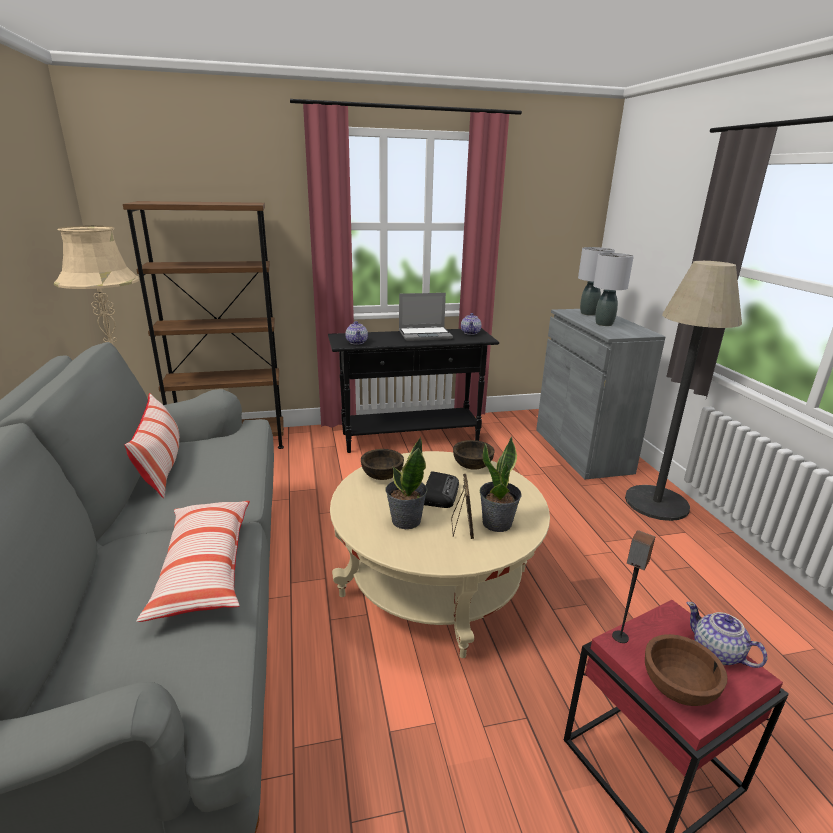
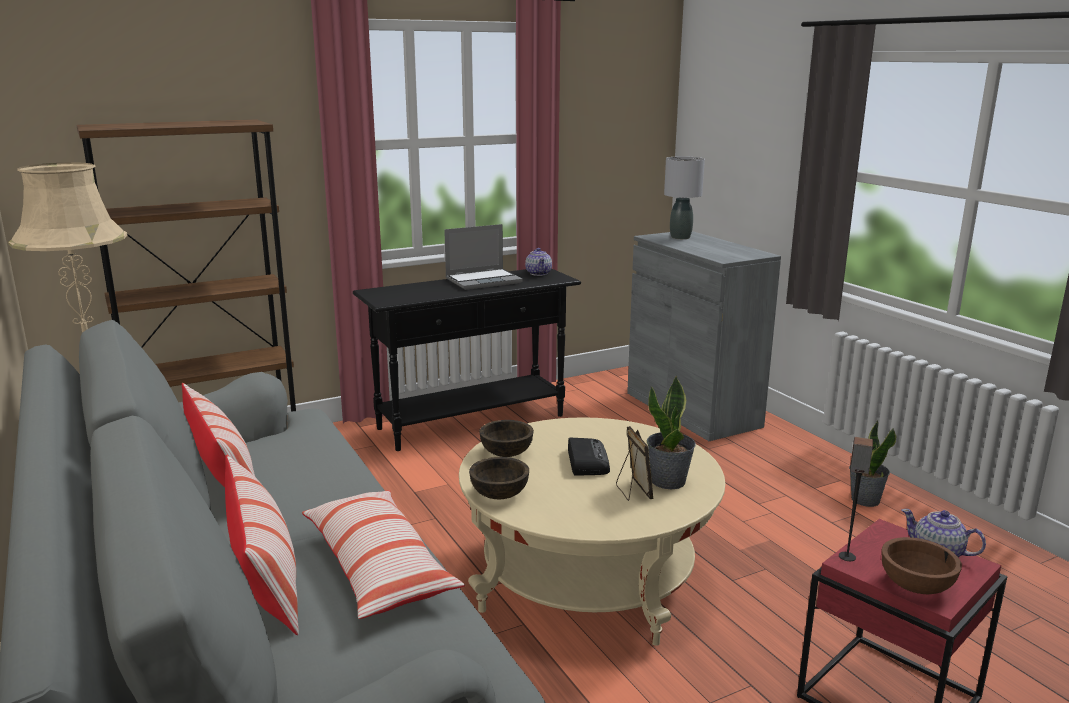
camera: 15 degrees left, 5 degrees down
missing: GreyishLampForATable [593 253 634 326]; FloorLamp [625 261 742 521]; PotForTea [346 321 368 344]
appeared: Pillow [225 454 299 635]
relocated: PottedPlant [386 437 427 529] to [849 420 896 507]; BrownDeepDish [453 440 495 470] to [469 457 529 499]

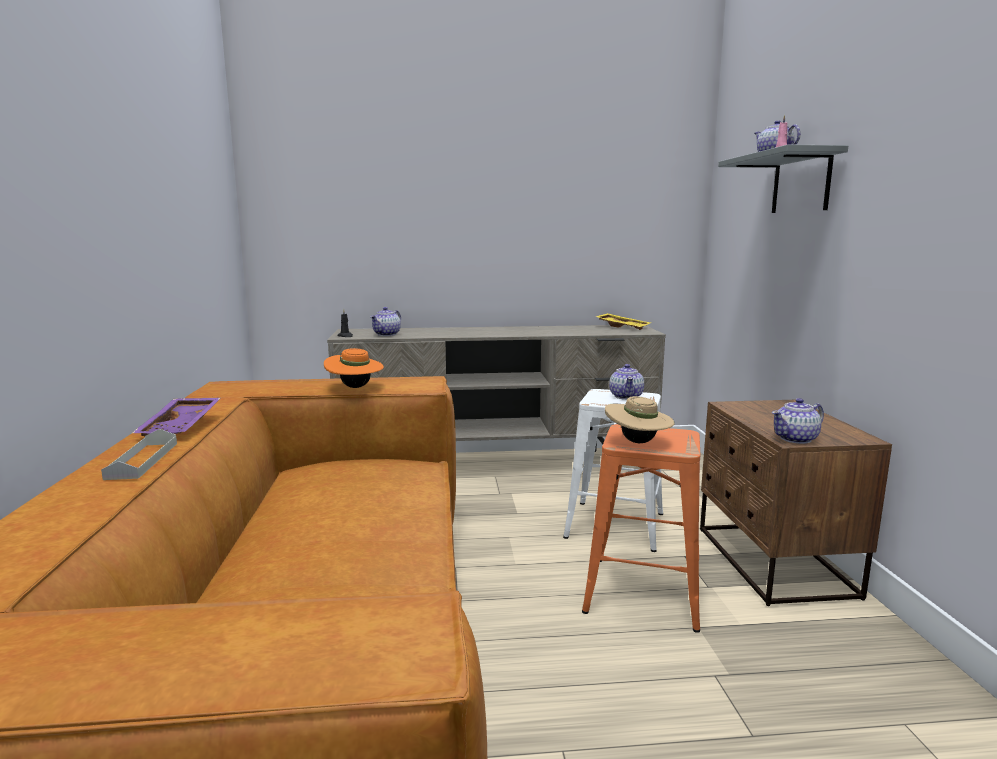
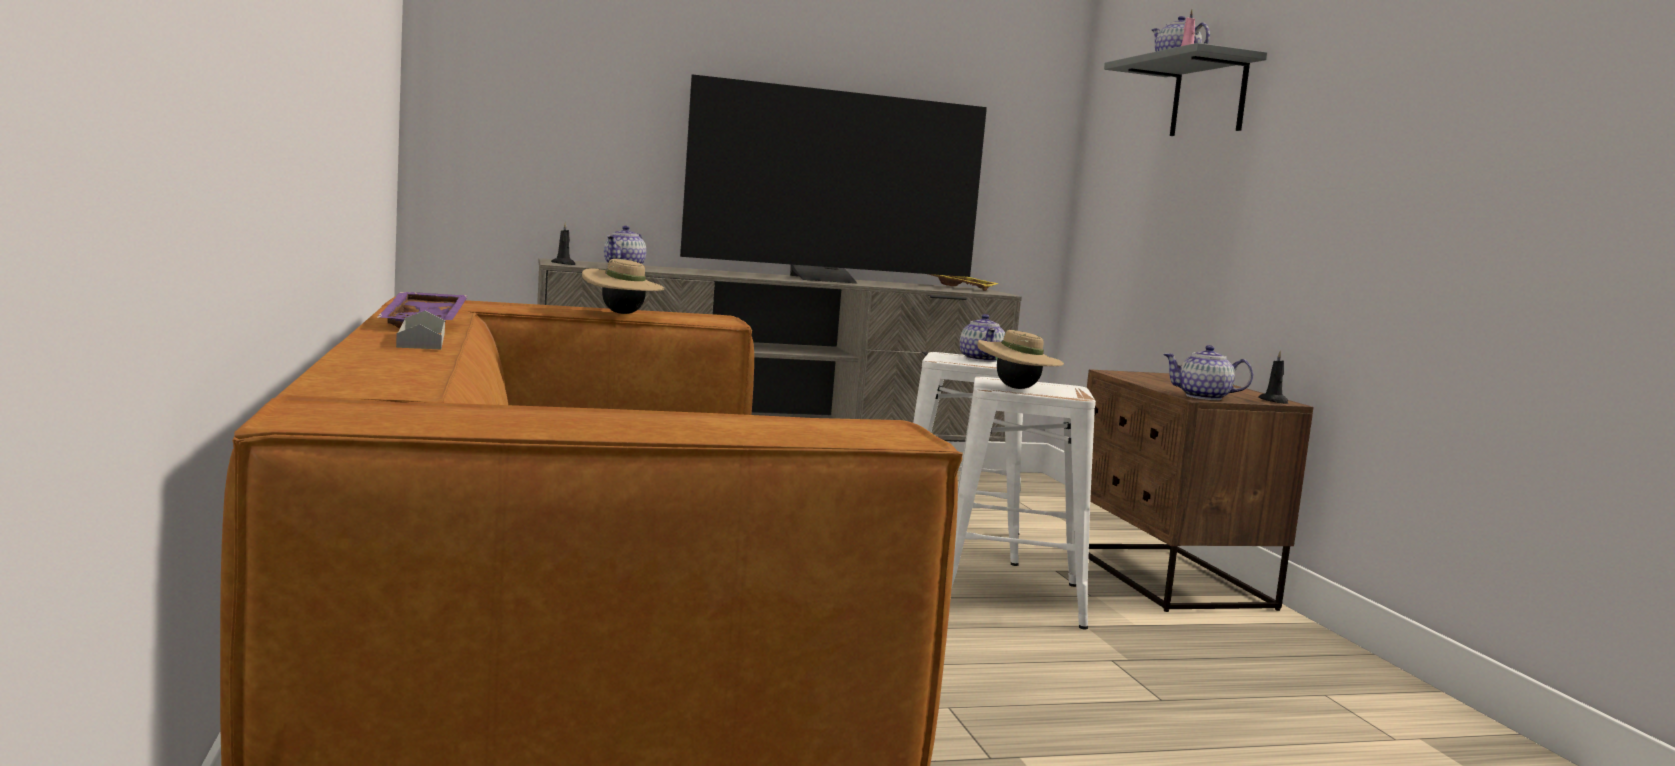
camera: 10 degrees left, 5 degrees down
appeared: Television [680 74 987 283]; BlackCandle [1258 350 1288 404]
colour: OrangeyHat [324 348 384 388] to SandColouredHat [582 259 664 314]; OrangeySittingStool [582 424 700 633] to WhitishSittingStool [951 377 1096 630]
spun: PotForTea [772 398 824 444] = [1163 345 1253 400] 45 degrees clockwise

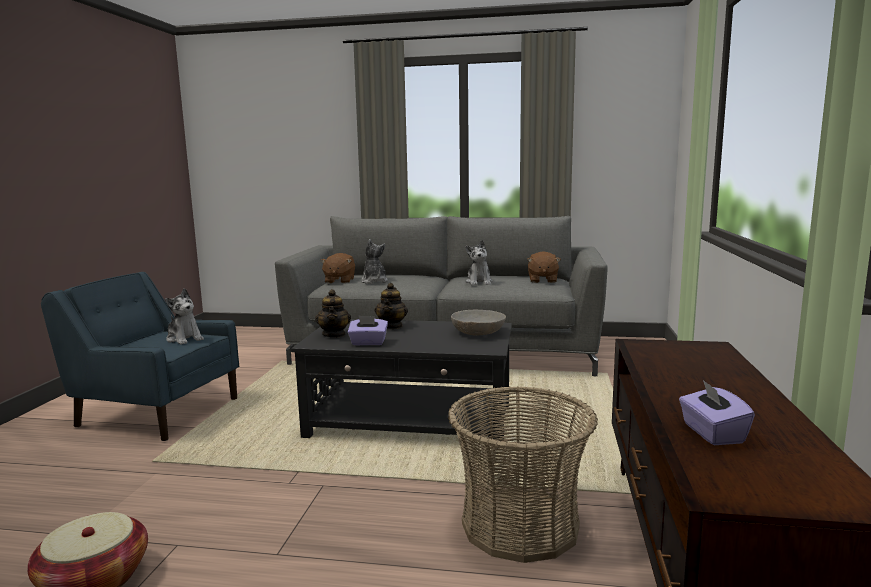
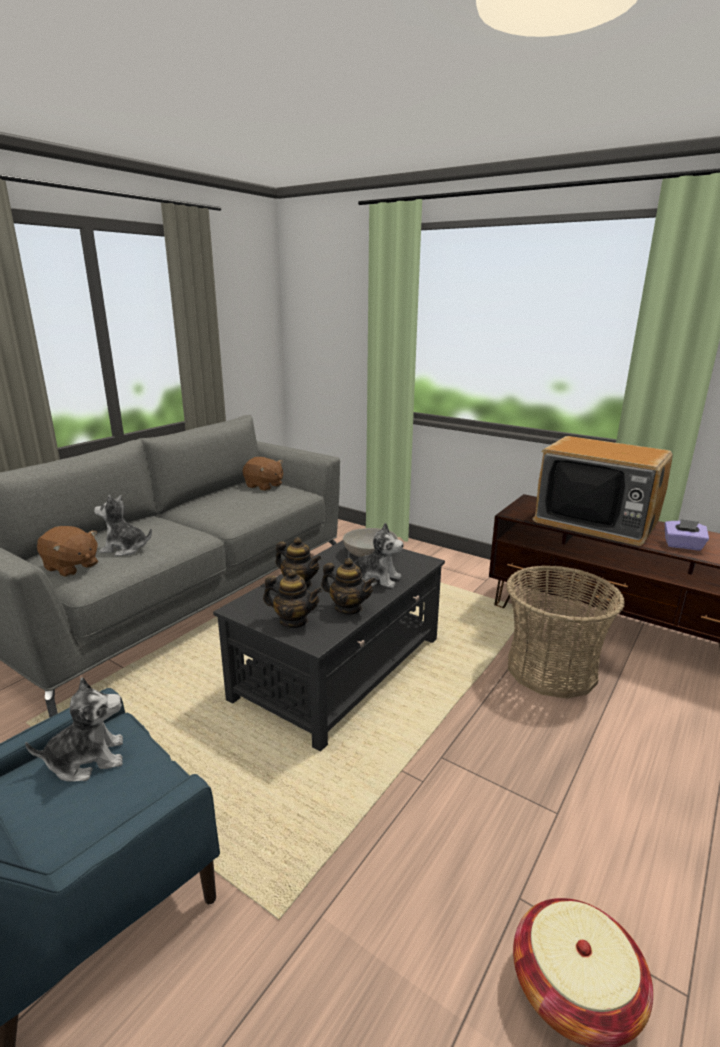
camera: 65 degrees left, 10 degrees up
appeared: Television [532 436 673 546]
relocated: PlushToy [465 240 493 285] to [348 522 404 588]
exchanged: PurplishTissueBox [348 315 388 345] to PotForTea [321 558 376 615]

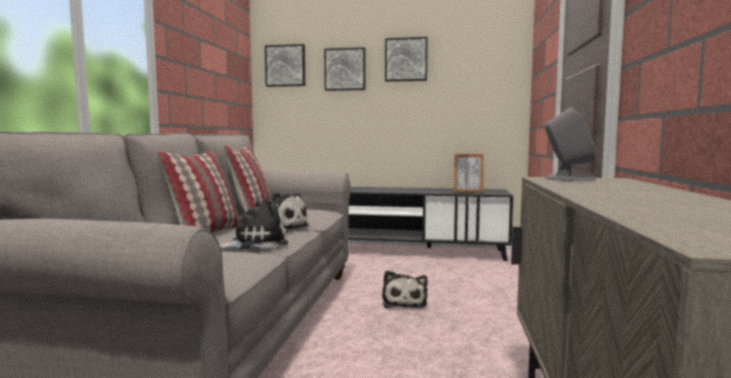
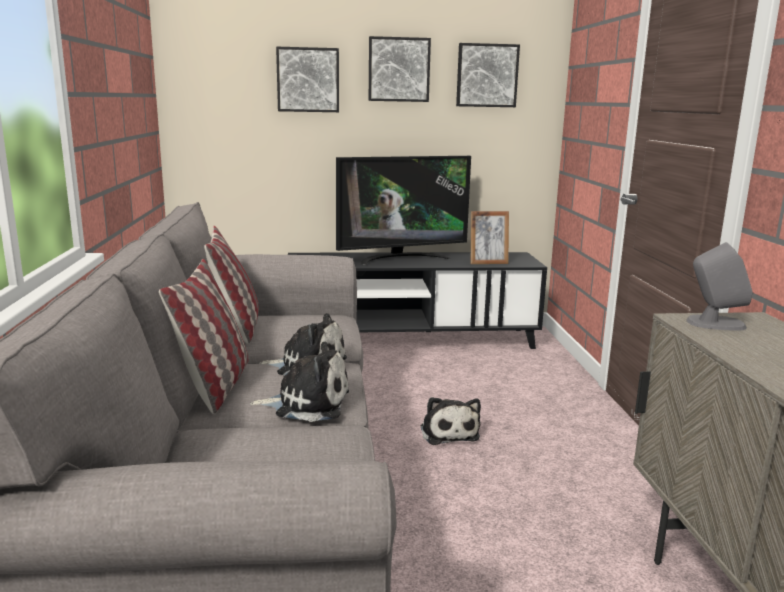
camera: 15 degrees left, 10 degrees up
appeared: Television [336 156 471 265]
relocated: WallPicture [265 44 305 87] to [456 43 520 107]
spun: PlushToy [220 200 288 249] = [250 342 349 422] 45 degrees clockwise

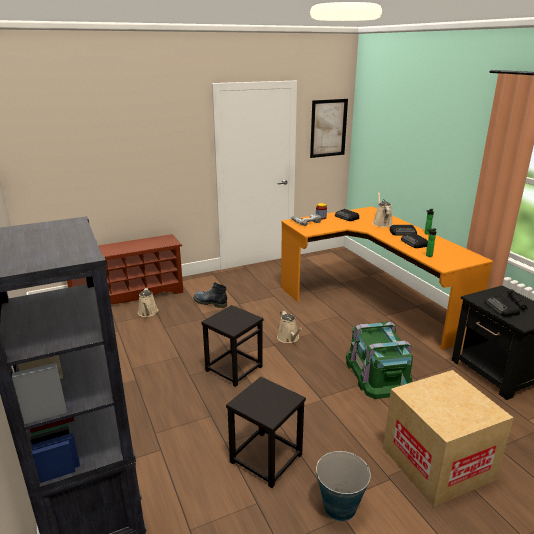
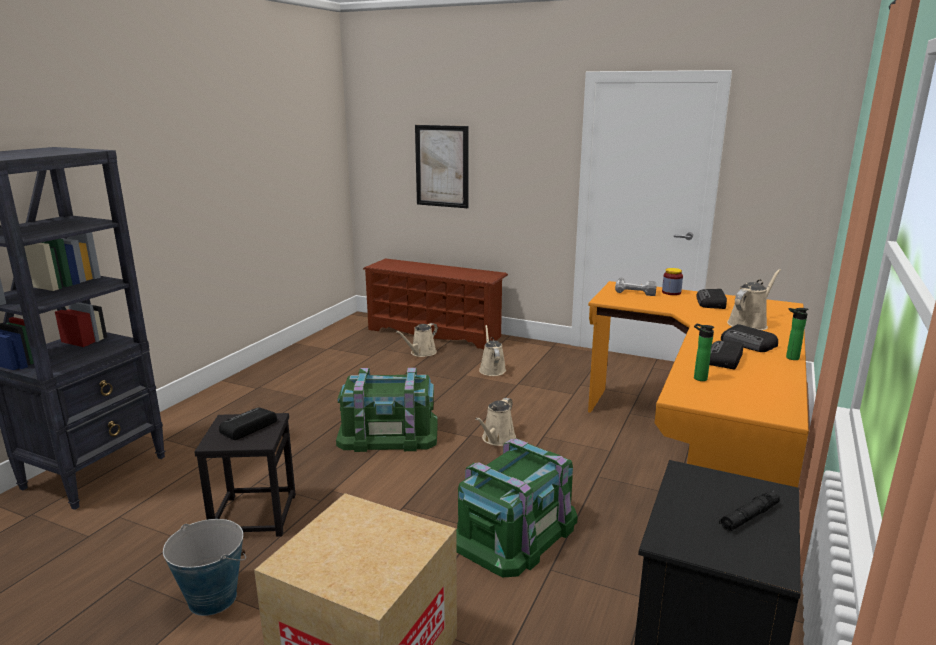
camera: 50 degrees right, 5 degrees down
relocated: WallPicture [310 99 348 158] to [415 125 468 208]; Radio [485 295 520 317] to [219 408 277 440]
exchanged: TallBoot [193 283 227 308] to SandColouredWateringCan [479 325 506 376]; BlackSittingStool [201 305 263 387] to GreenishStorageBin [336 368 438 452]

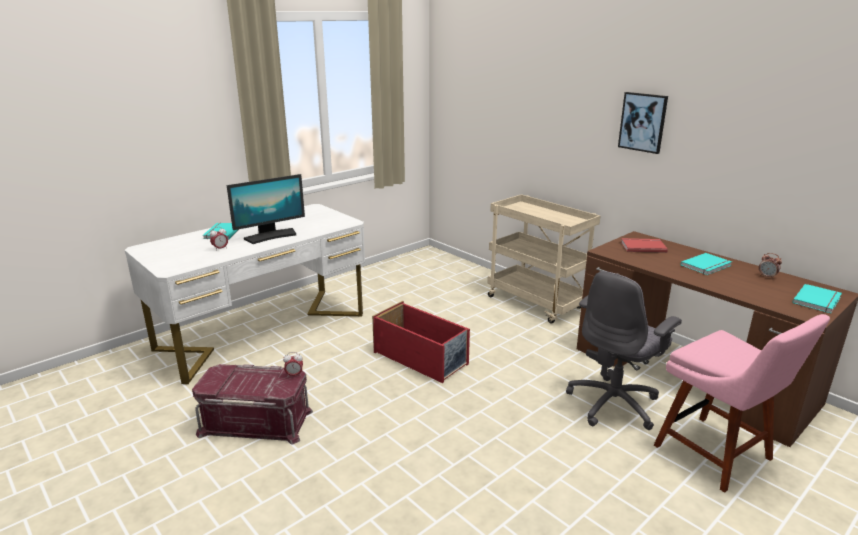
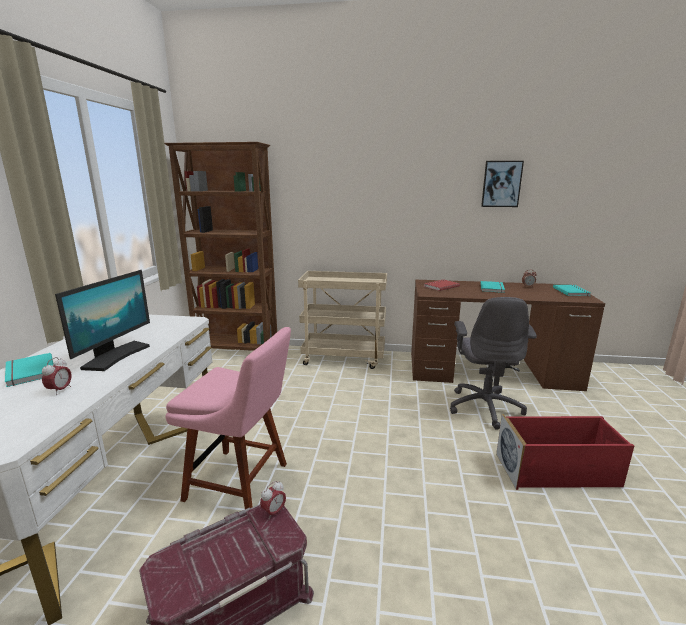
camera: 40 degrees left, 5 degrees down
appeared: BrownShelvingUnit [165 142 277 351]
relocated: WallPicture [618 92 668 154] to [481 161 524 207]; ReddishStorageBin [372 301 470 383] to [496 414 634 490]; PinkColouredChair [654 314 830 493] to [165 327 291 509]

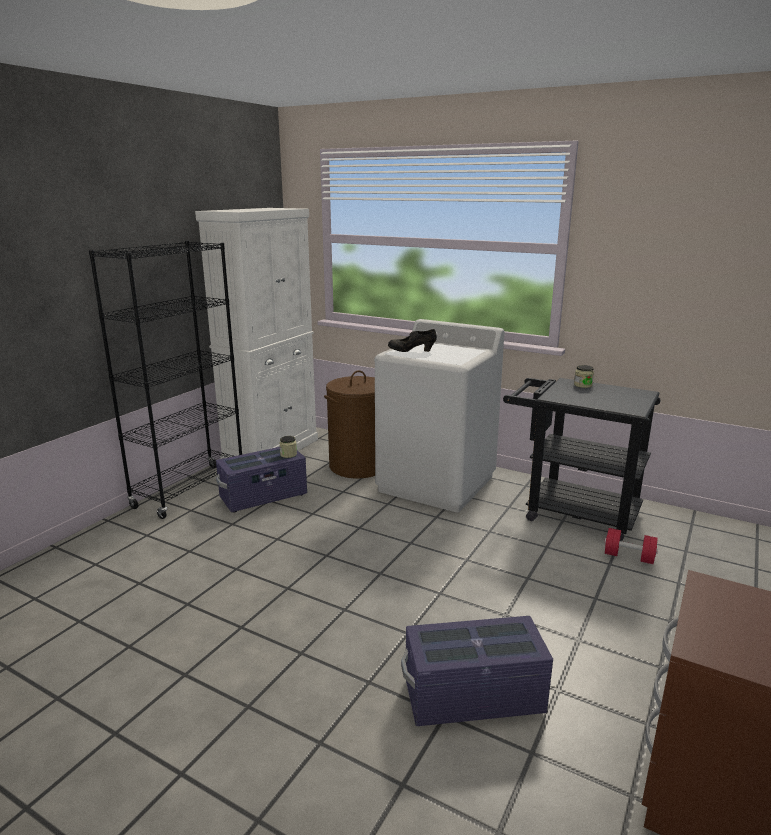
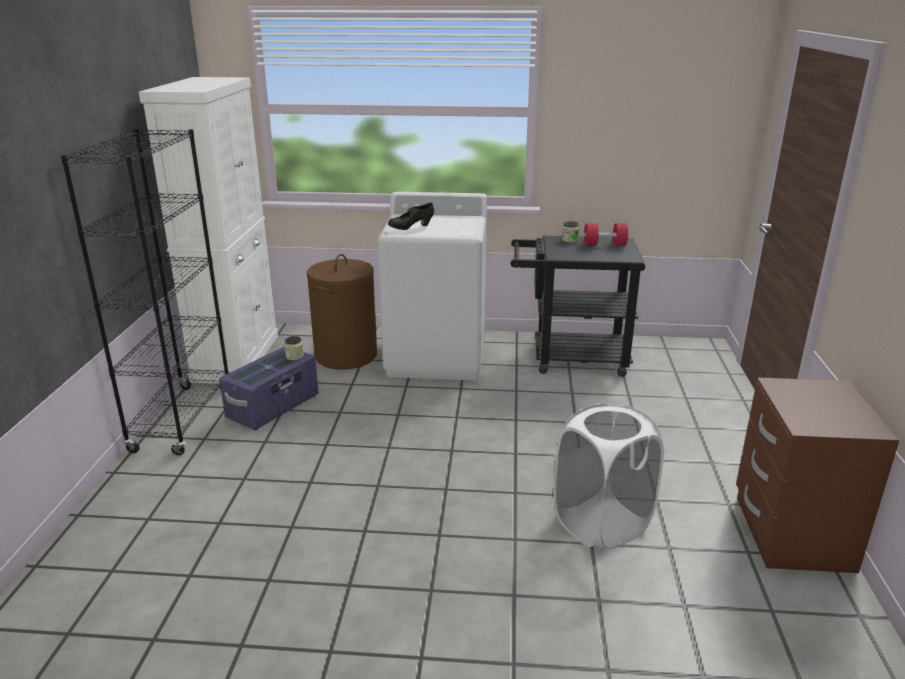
camera: 25 degrees left, 5 degrees up
relocated: ReddishDumbbell [604 528 658 564] to [584 223 628 246]
exchanged: PurplishStorageBin [401 616 553 726] to WhitishLaundryBasket [553 403 664 550]

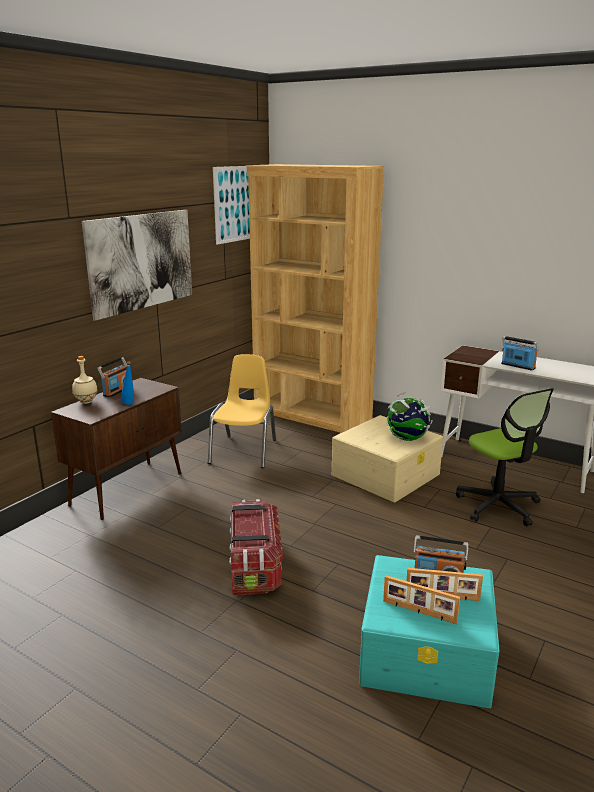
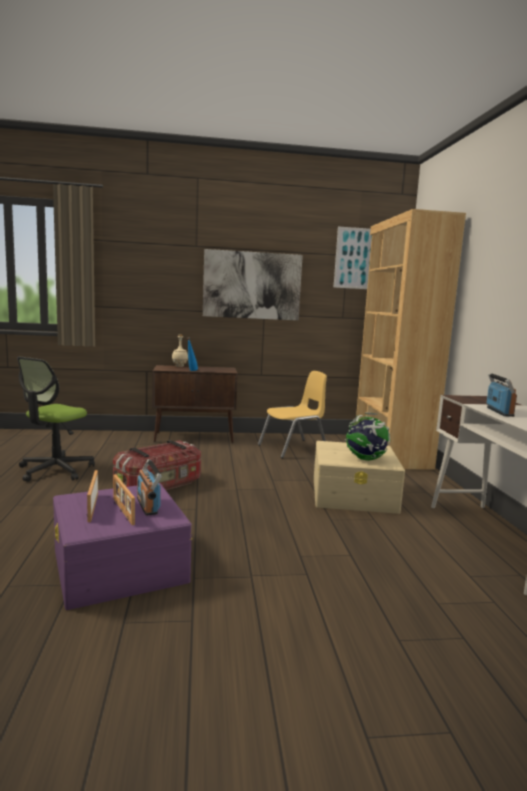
camera: 50 degrees right, 10 degrees down
missing: Radio [97 357 127 397]
relocated: ComputerChair [456 388 554 526] to [17 356 95 482]
colour: BlueGreenStorageBin [359 555 499 708] to PurplishStorageBin [53 483 192 610]

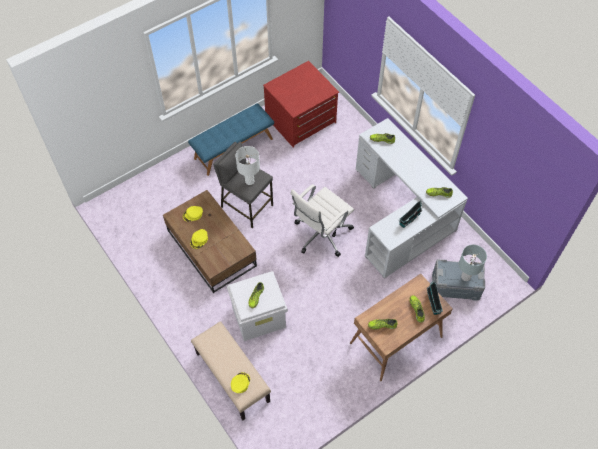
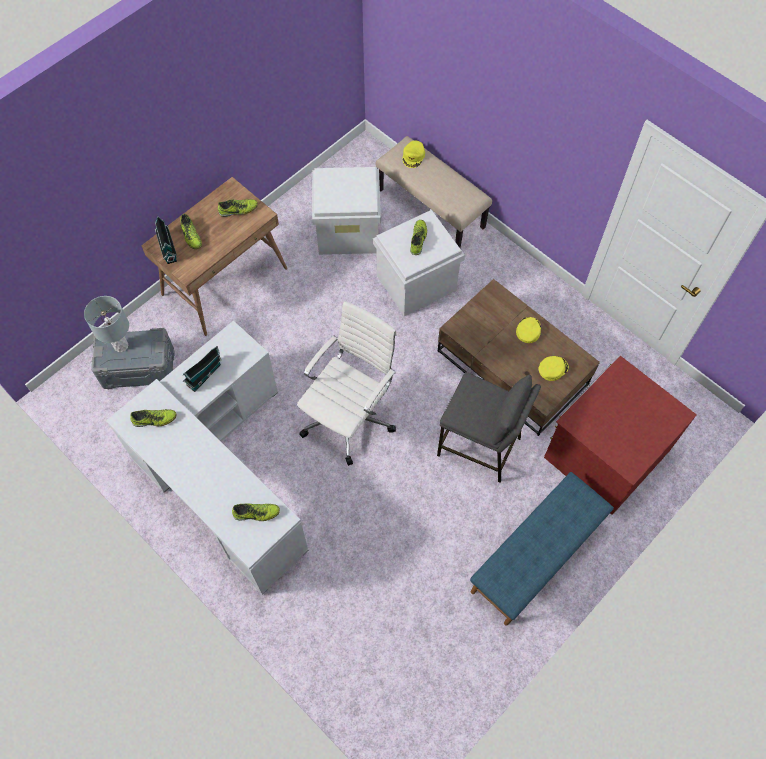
camera: 170 degrees right, 5 degrees up
missing: WhitishLampForATable [236 146 260 185]
appeared: WhitishStorageBin [312 167 381 255]
relocated: ReddishDresser [263 61 339 148] to [544 356 697 515]

